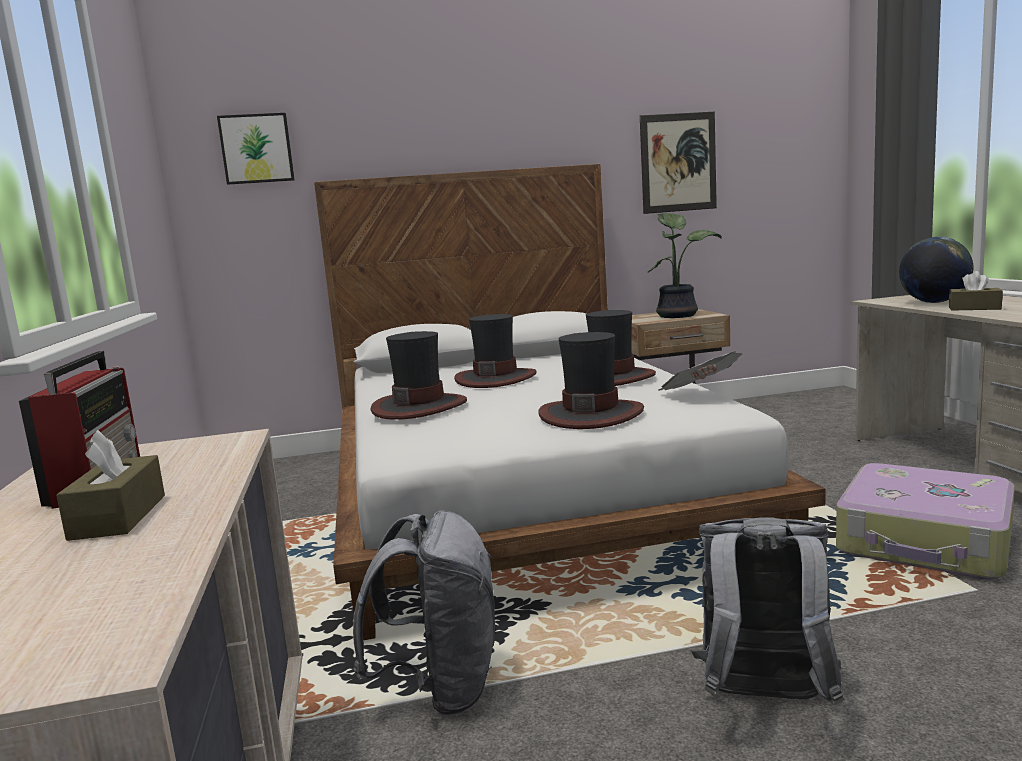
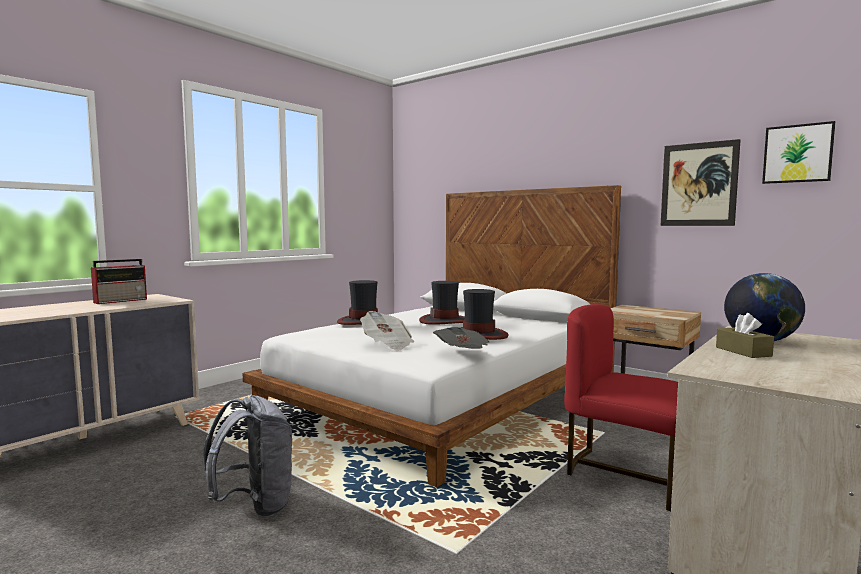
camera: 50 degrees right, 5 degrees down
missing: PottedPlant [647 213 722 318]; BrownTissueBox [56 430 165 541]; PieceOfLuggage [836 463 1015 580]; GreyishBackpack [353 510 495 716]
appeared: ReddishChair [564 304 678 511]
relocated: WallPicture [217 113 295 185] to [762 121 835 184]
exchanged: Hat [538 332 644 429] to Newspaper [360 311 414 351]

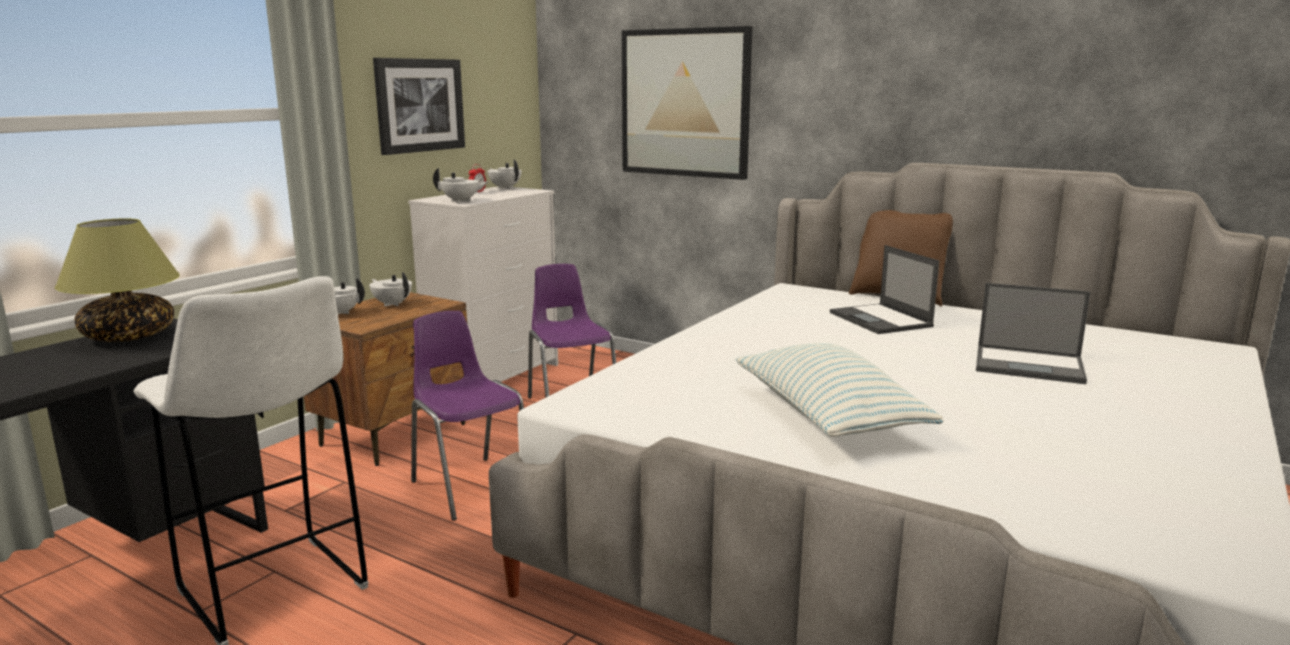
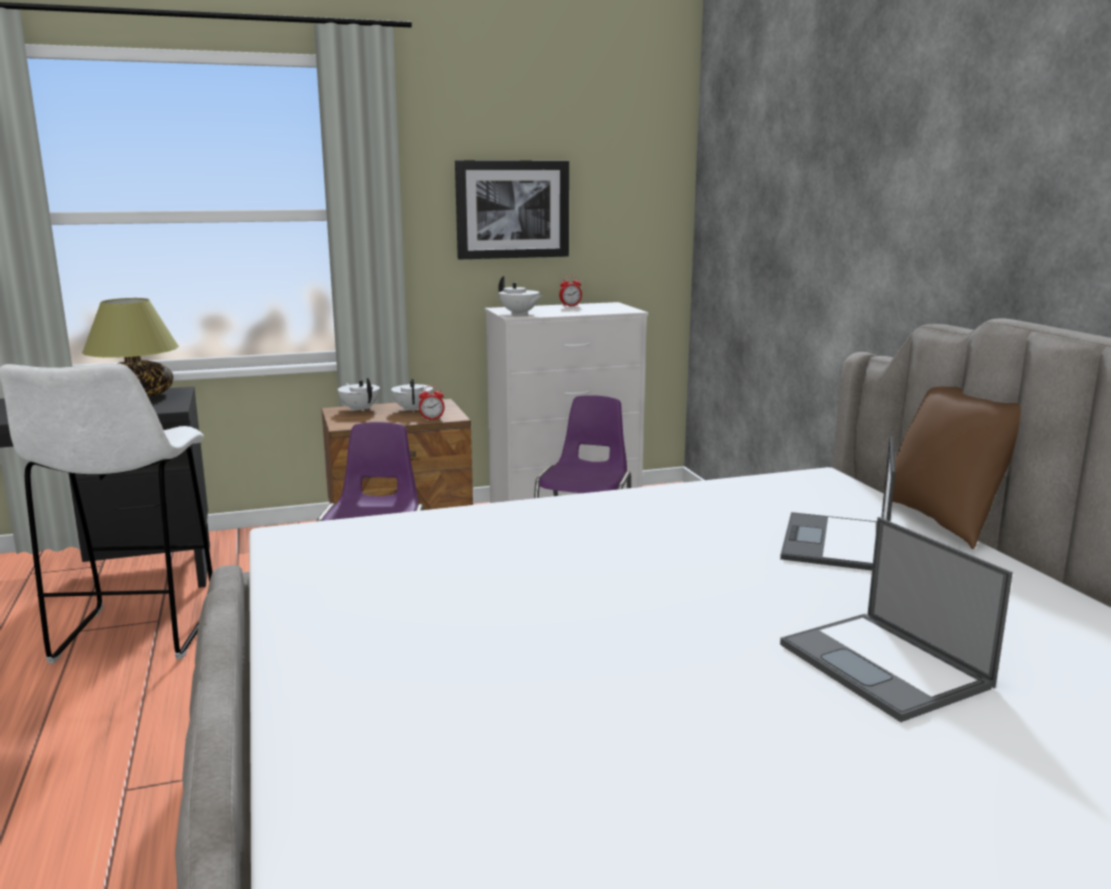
camera: 40 degrees right, 0 degrees up
missing: WallPicture [622 26 752 180]; WhitishPotForTea [487 160 522 189]; Pillow [736 343 944 437]
appeared: AlarmClock [419 386 445 420]

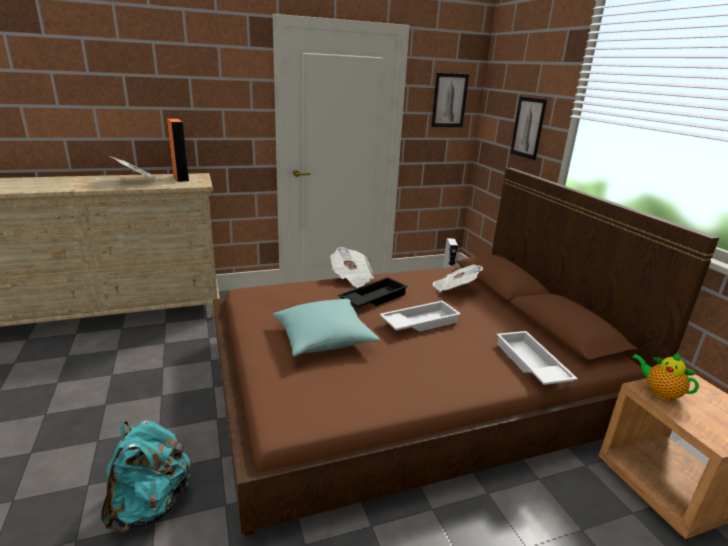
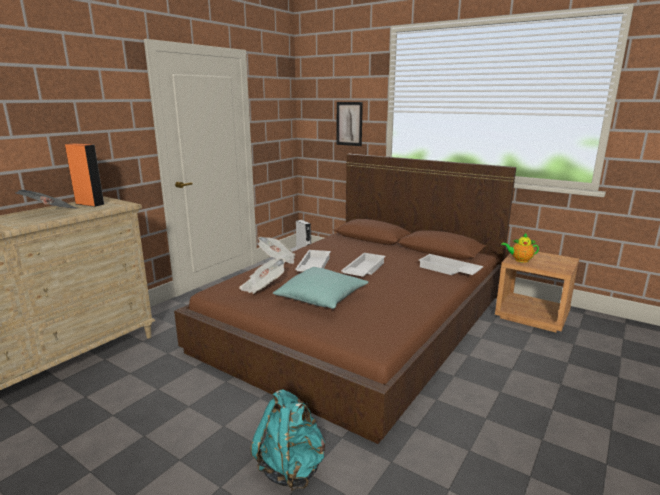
camera: 35 degrees left, 5 degrees down
missing: WallPicture [431 73 469 127]
relocated: Newspaper [432 264 483 292] to [239 258 286 294]
colour: BlackServingTray [338 277 408 307] to WhitishServingTray [295 250 331 272]

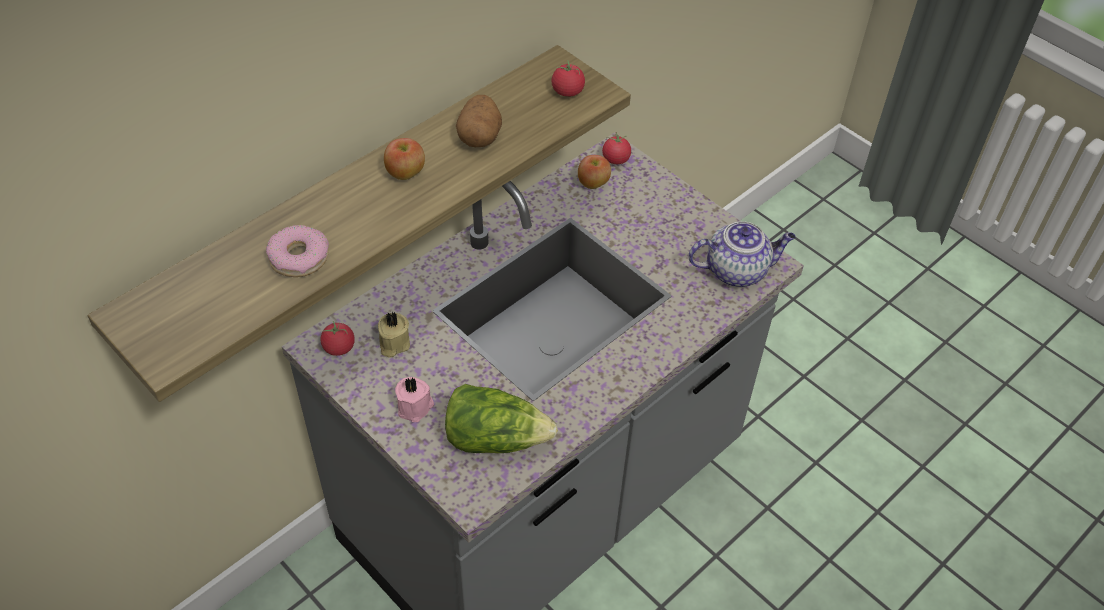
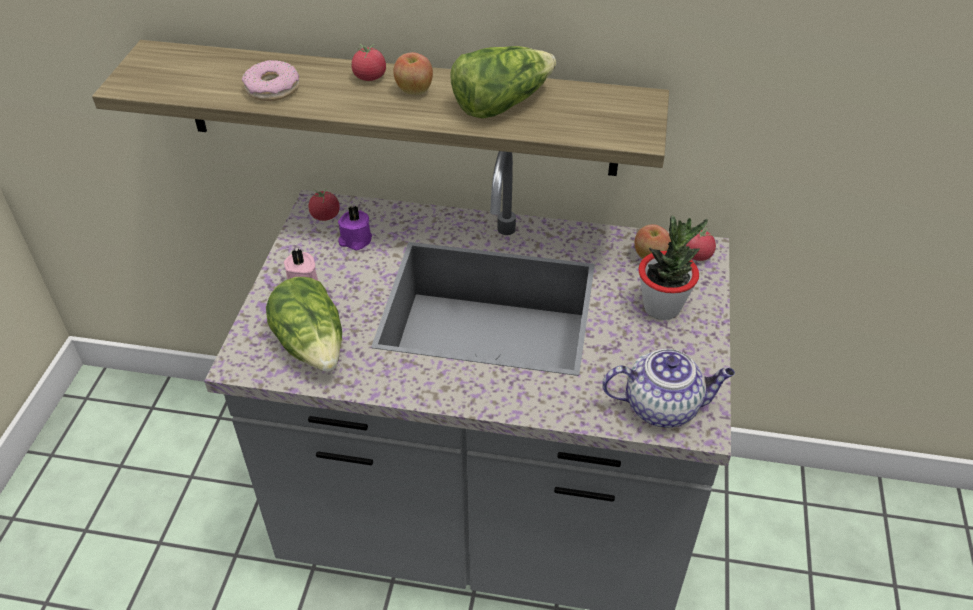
camera: 55 degrees right, 5 degrees down
appeared: PottedPlant [638 215 708 320]
relocated: Tomato [552 60 585 97] to [351 44 386 81]
exchanged: Spud [456 95 502 147] to HeadOfLettuce [450 46 556 118]
colour: SandColouredCandle [378 311 410 358] to PurplishCandle [338 205 372 251]
spun: PotForTea [688 221 796 287] = [602 349 735 428] 45 degrees counterclockwise

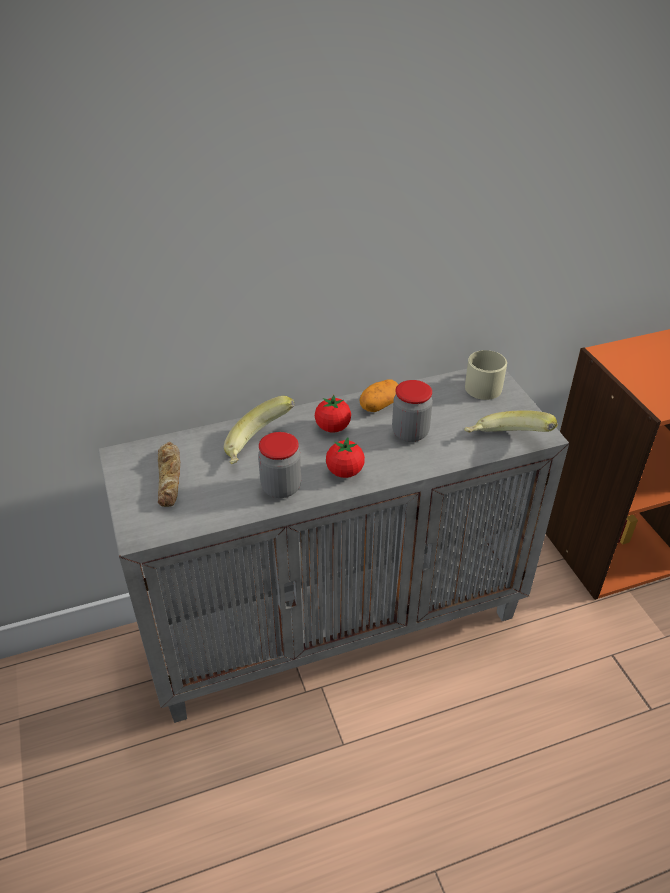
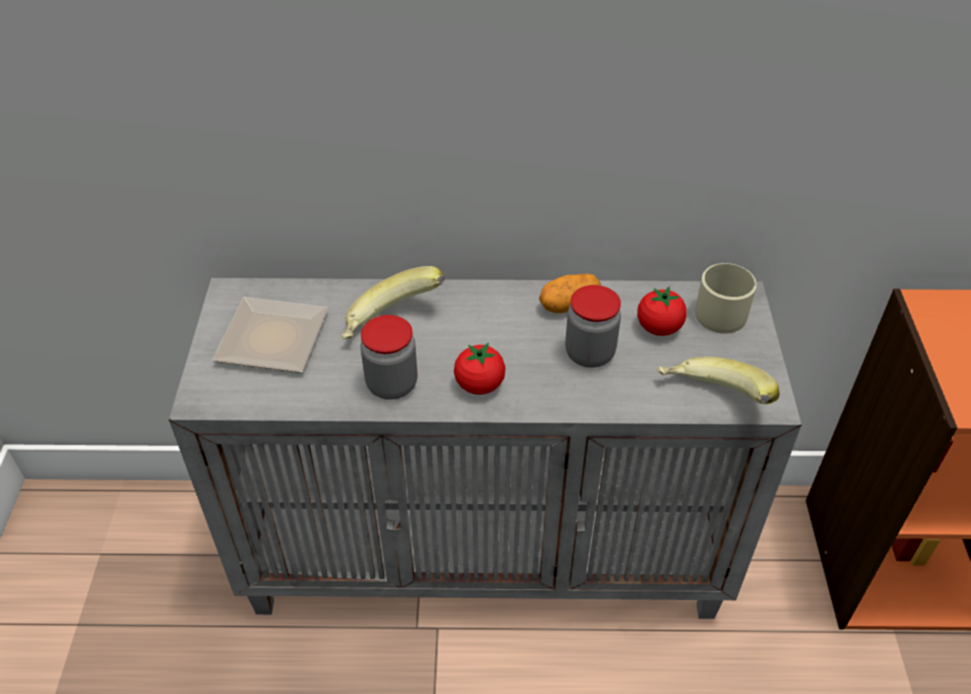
camera: 20 degrees right, 5 degrees up
relocated: Tomato [315 395 351 433] to [637 286 687 336]
exchanged: BakedBread [158 442 180 507] to DinnerPlate [212 297 328 373]

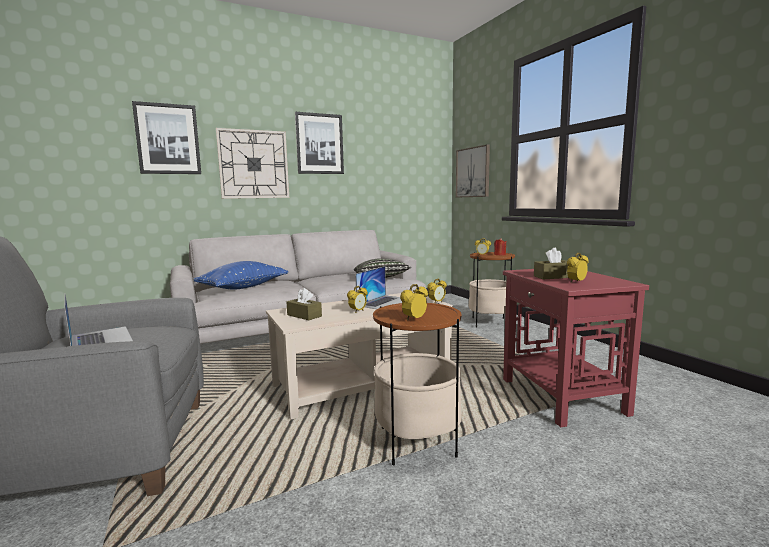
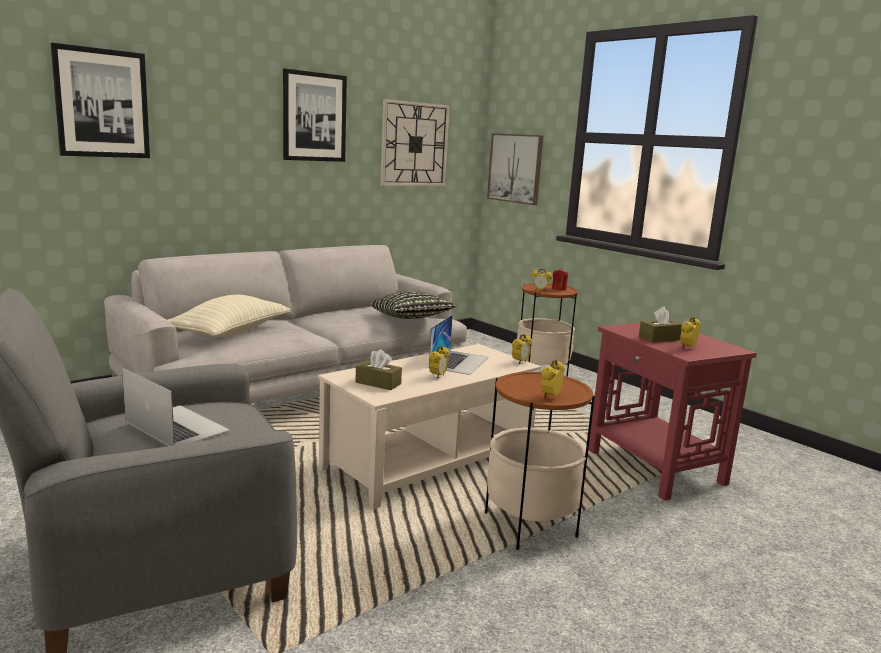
camera: 15 degrees left, 5 degrees up
relocated: HangingClock [216 128 289 199] to [380 99 450 186]
colour: BlueColouredPillow [193 261 288 290] to SandColouredPillow [168 295 291 337]

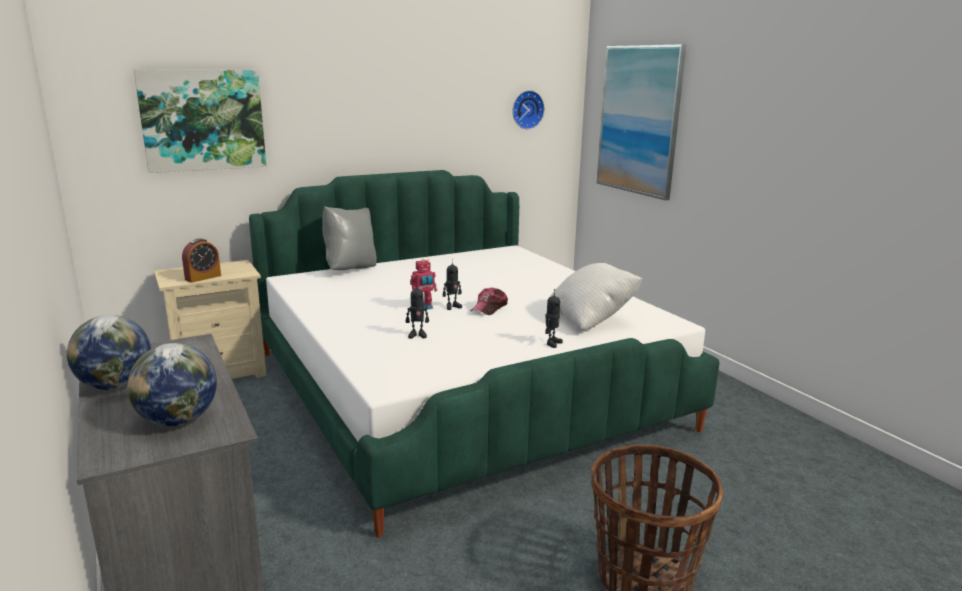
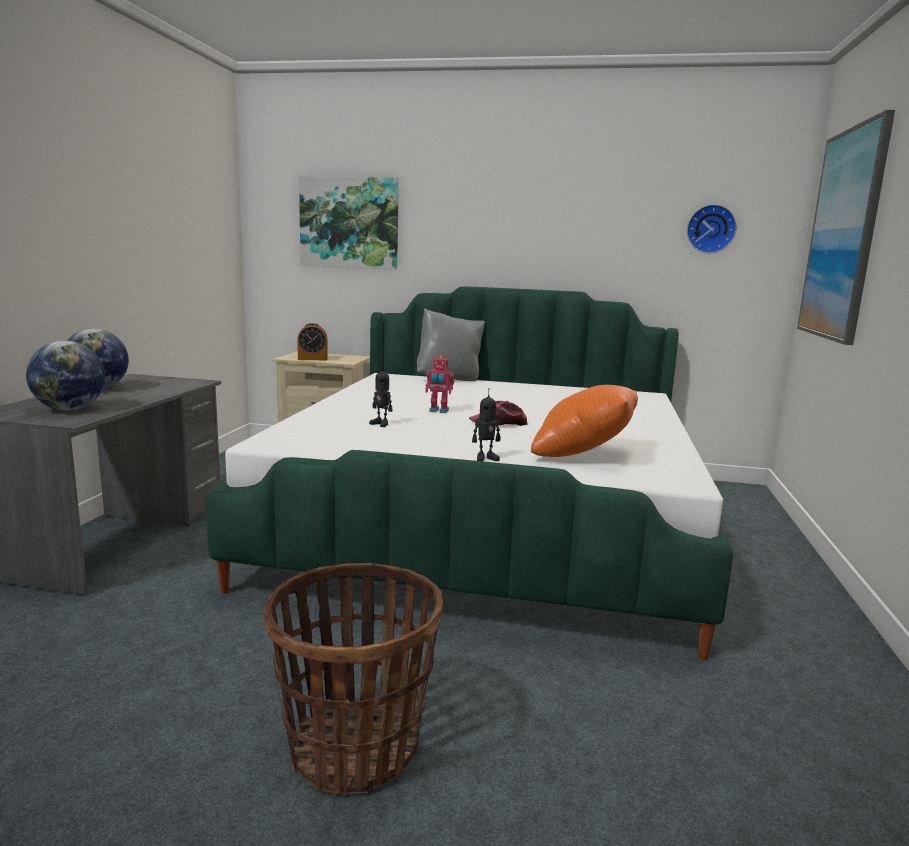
camera: 40 degrees right, 5 degrees down
missing: ModelRobot [443 259 462 310]
colour: WhitishPillow [547 263 643 330] to OrangeyPillow [531 385 638 457]

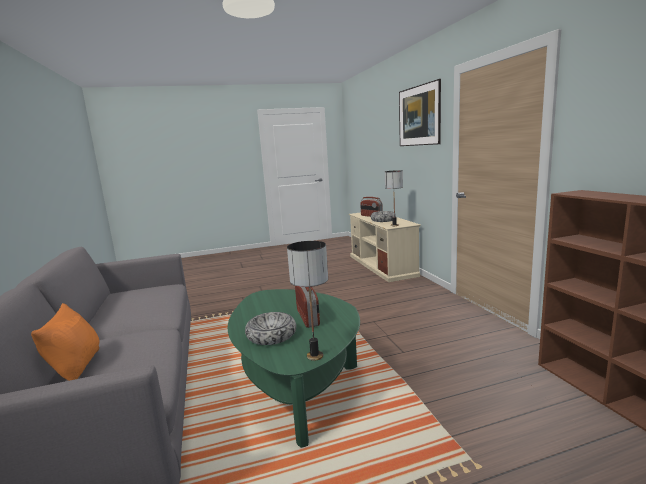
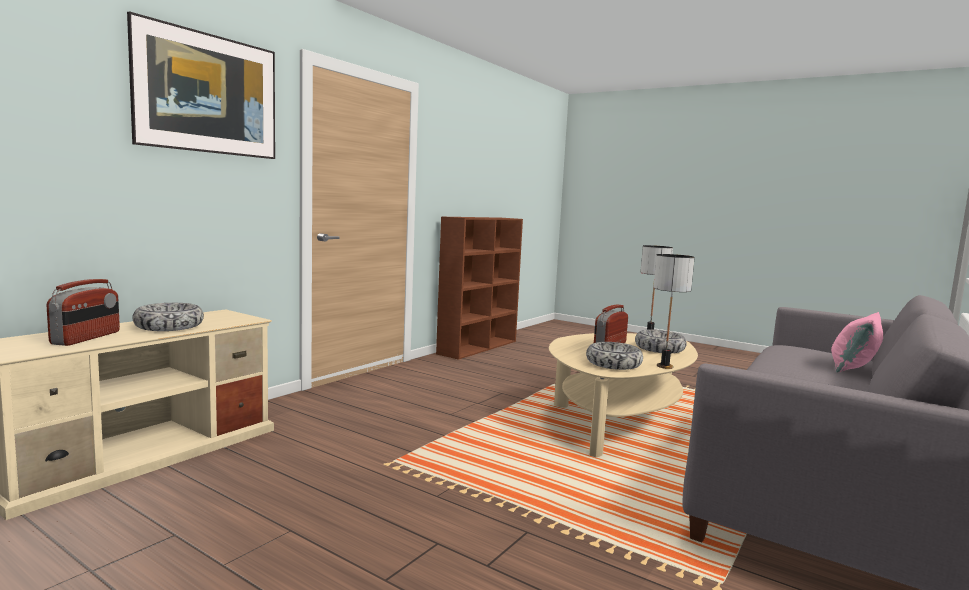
camera: 130 degrees left, 5 degrees down
appeared: DeepDish [586 342 643 370]
relocated: LampForATable [385 170 403 226] to [654 254 695 369]
colour: GreenishLowTable [228 289 360 448] to SandColouredLowTable [549 333 698 457]; OrangeyPillow [31 303 99 381] to PinkColouredPillow [831 312 883 373]

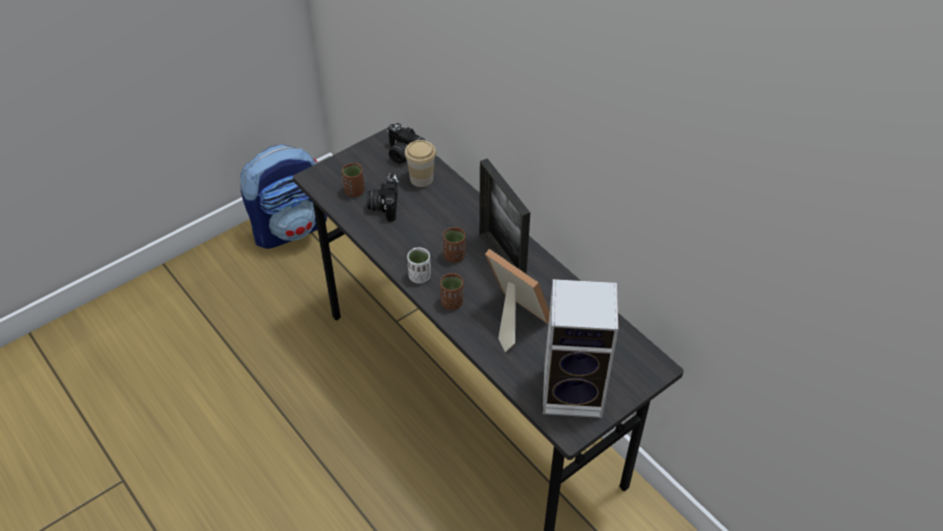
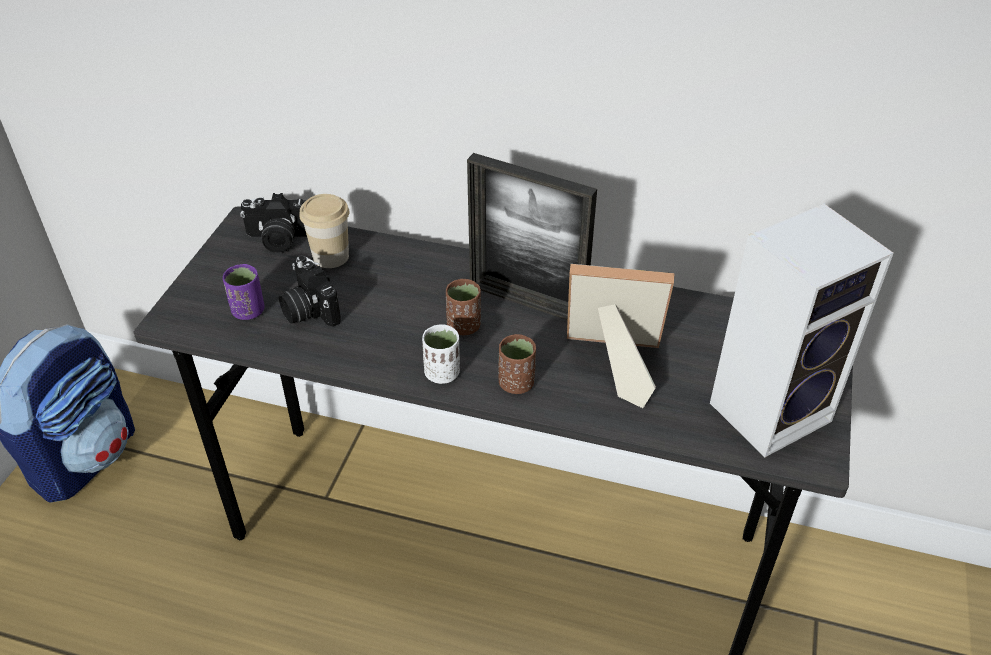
camera: 35 degrees left, 5 degrees down
colour: BrownDrinkingCup [342 163 365 197] to PurplishDrinkingCup [223 264 264 320]

